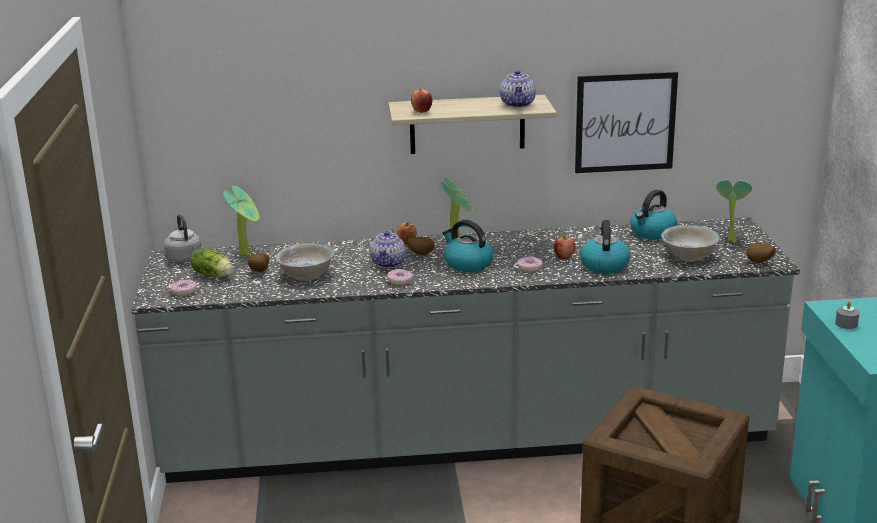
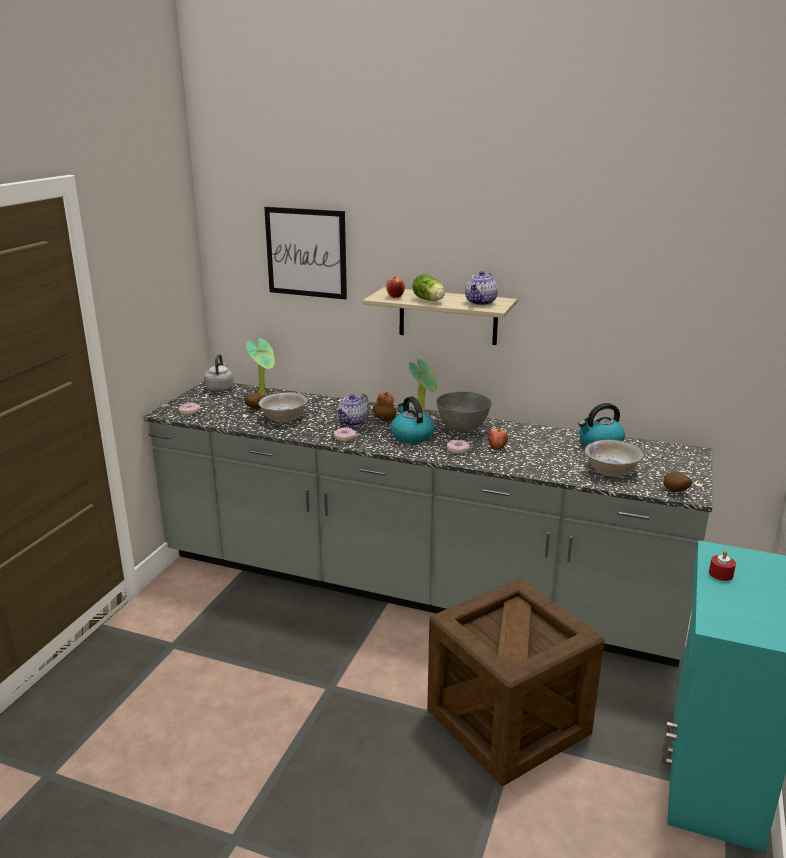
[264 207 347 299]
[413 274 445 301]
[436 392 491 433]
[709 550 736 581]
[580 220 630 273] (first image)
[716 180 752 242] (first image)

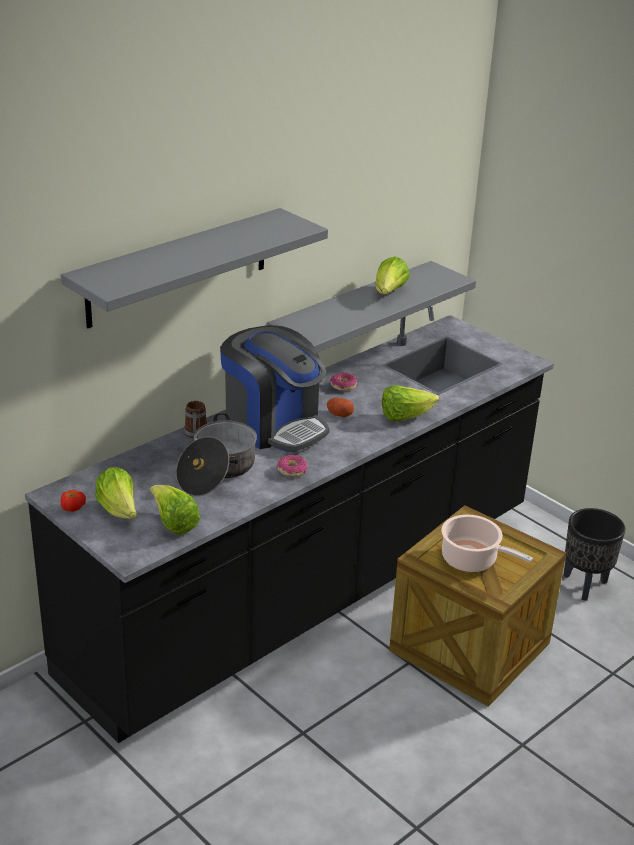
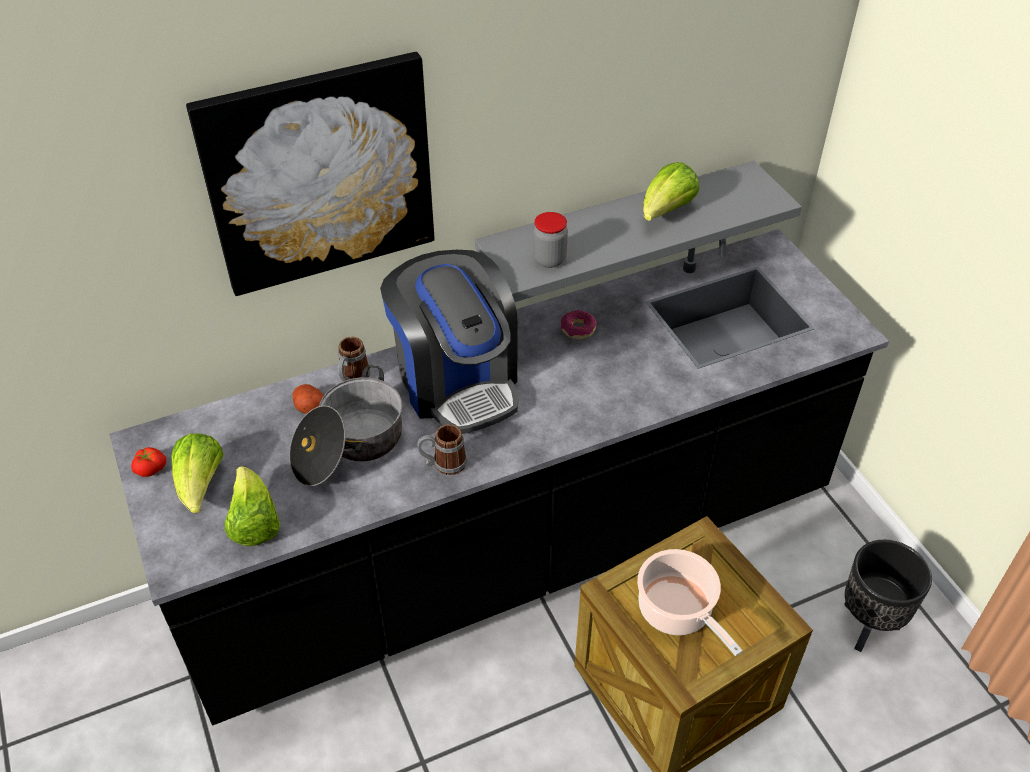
[186 52 435 296]
[292 384 324 414]
[417 424 467 475]
[533 212 568 268]
[382 385 439 422] (first image)

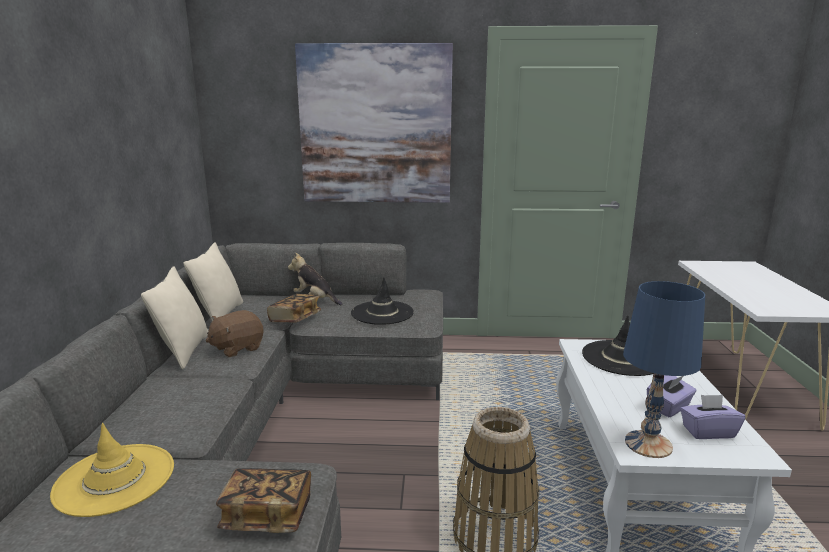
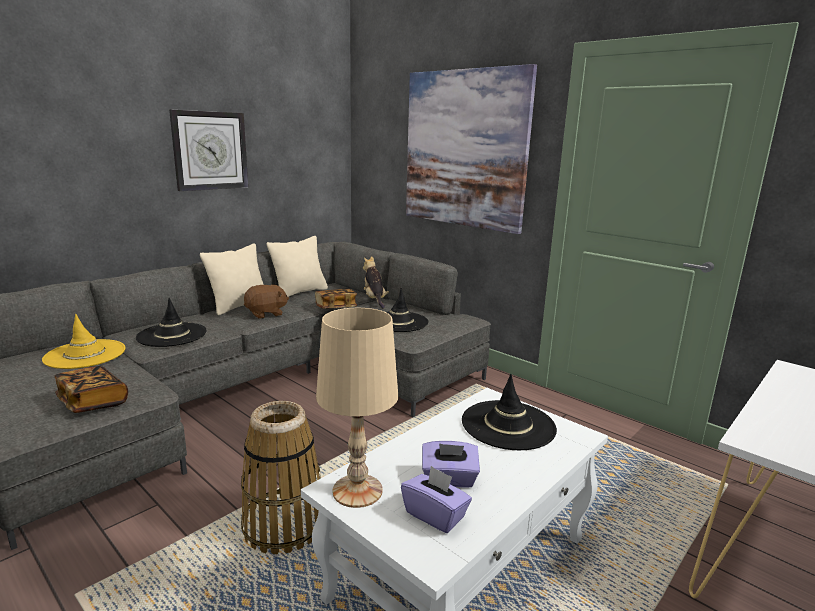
[136 298 207 347]
[169 110 248 191]
[244 284 289 319]
[316 308 398 508]

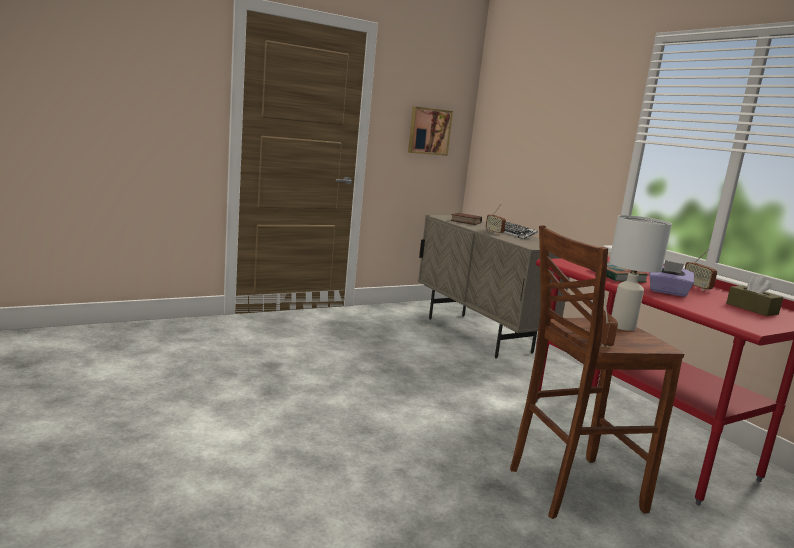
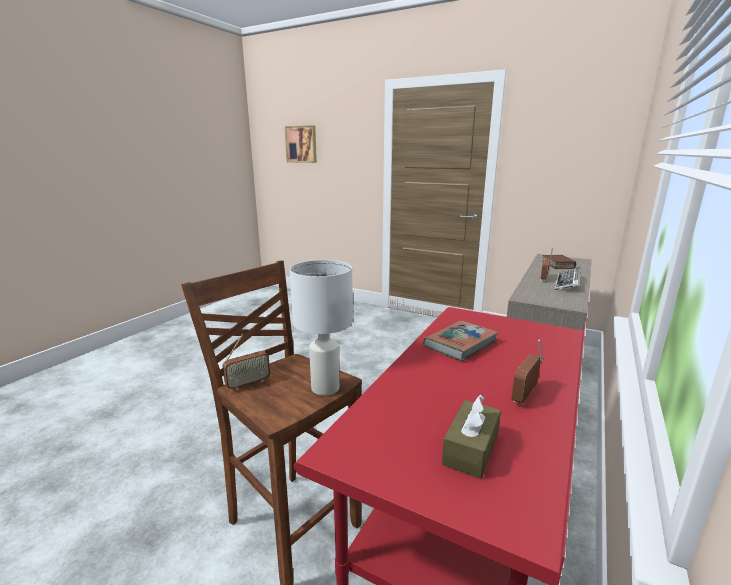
[285 125 317 163]
[649 260 694 297] (first image)

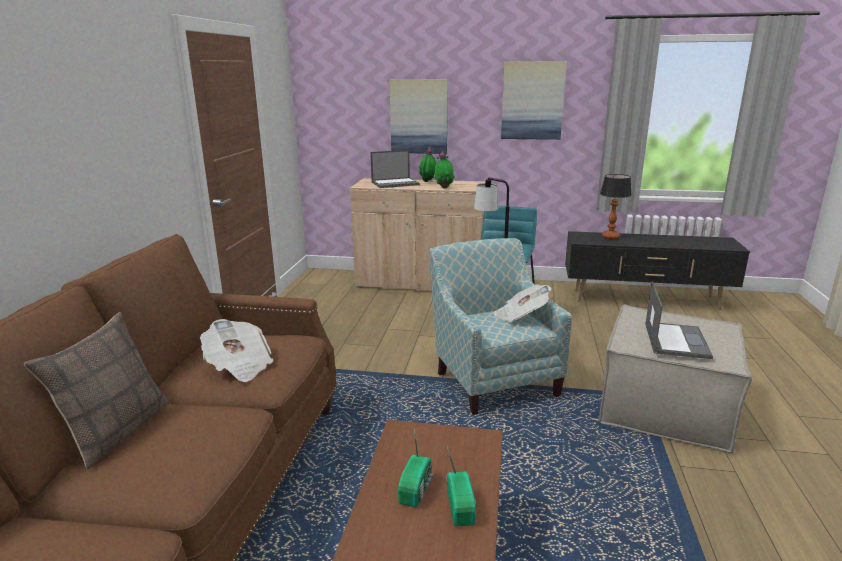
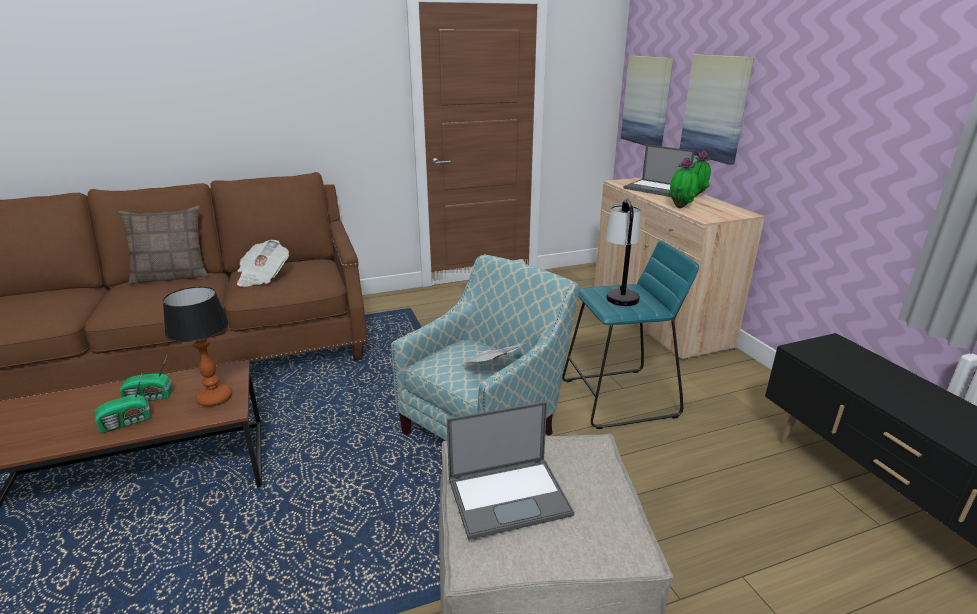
[163 287 232 407]
[621 56 673 146]

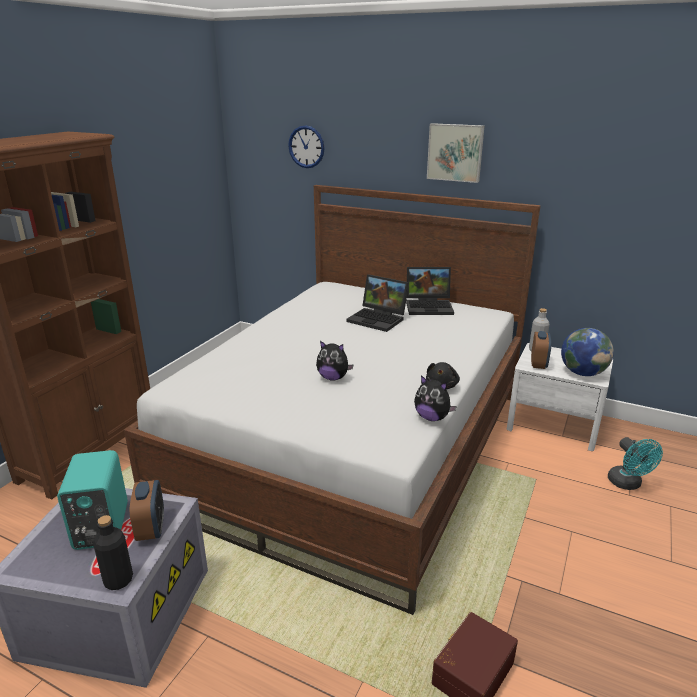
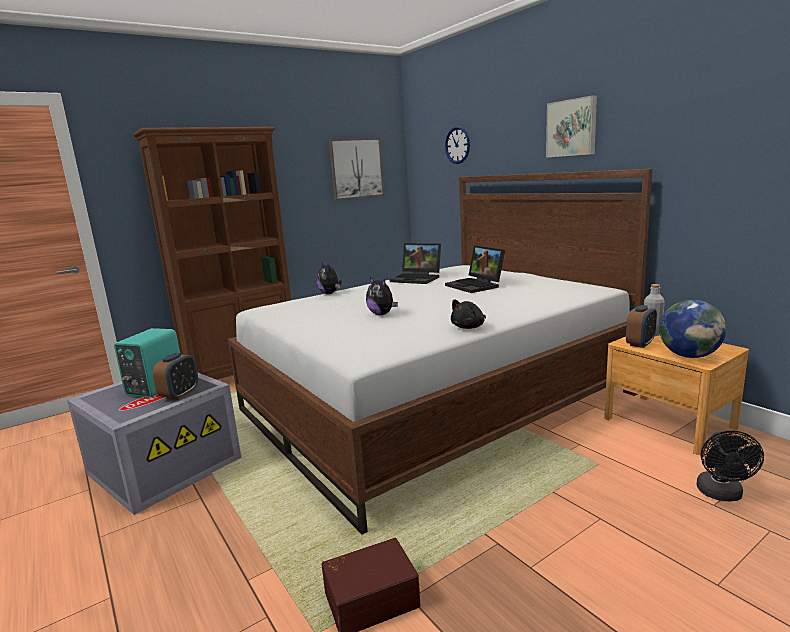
[317 263 342 294]
[329 138 384 200]
[389 243 441 284]
[604 335 749 455]
[697 431 764 501]
[93 515 133 590] (first image)

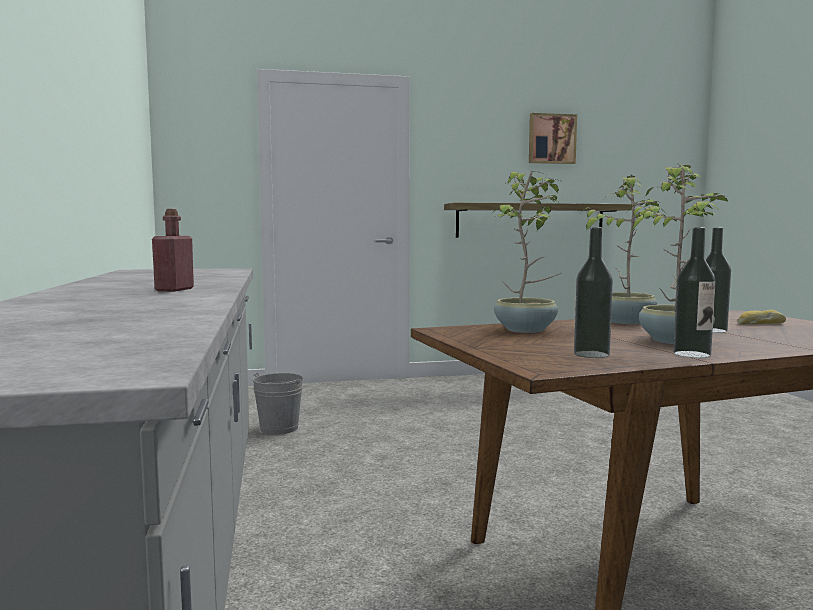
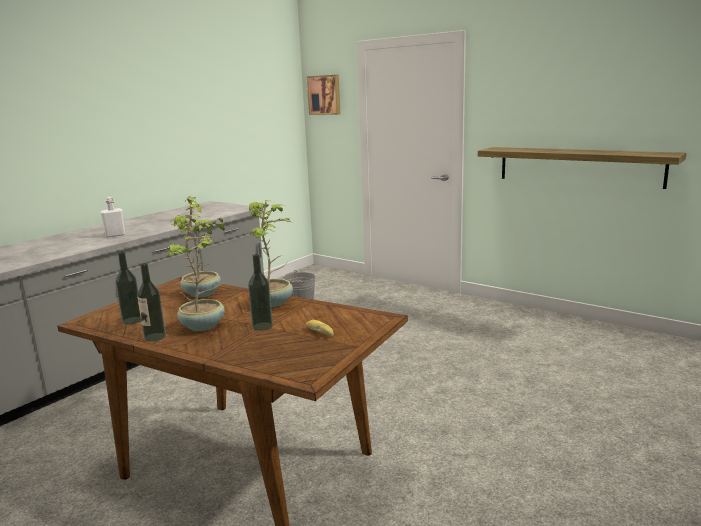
[100 197 125 238]
[307 75 340 115]

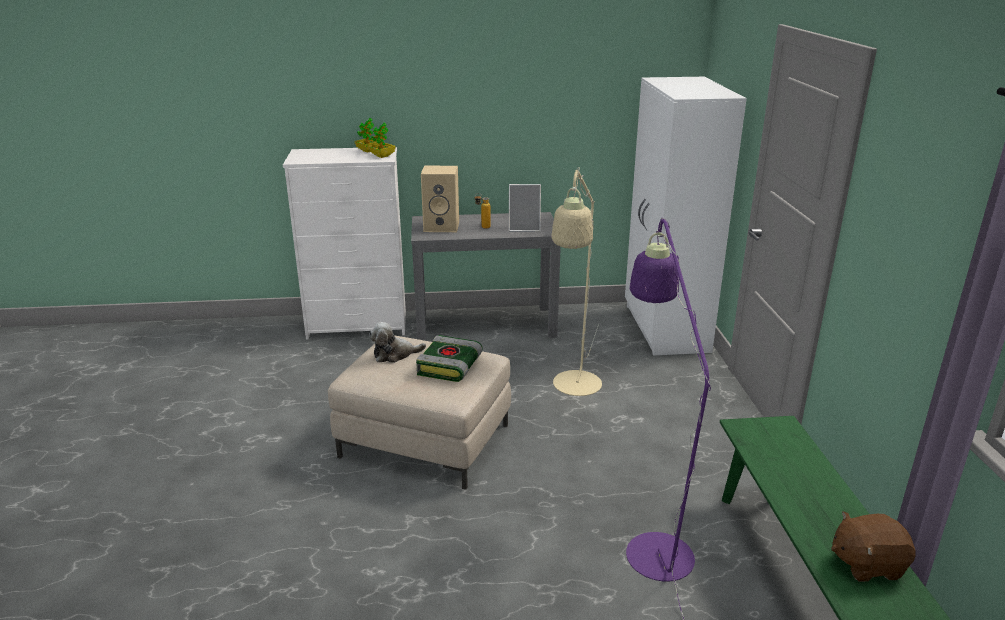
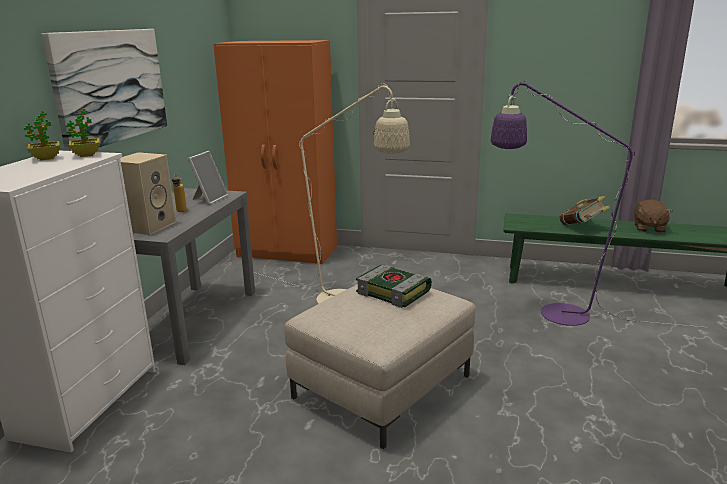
[42 29 167 151]
[213 40 337 264]
[559 196 610 225]
[369 322 426 363] (first image)

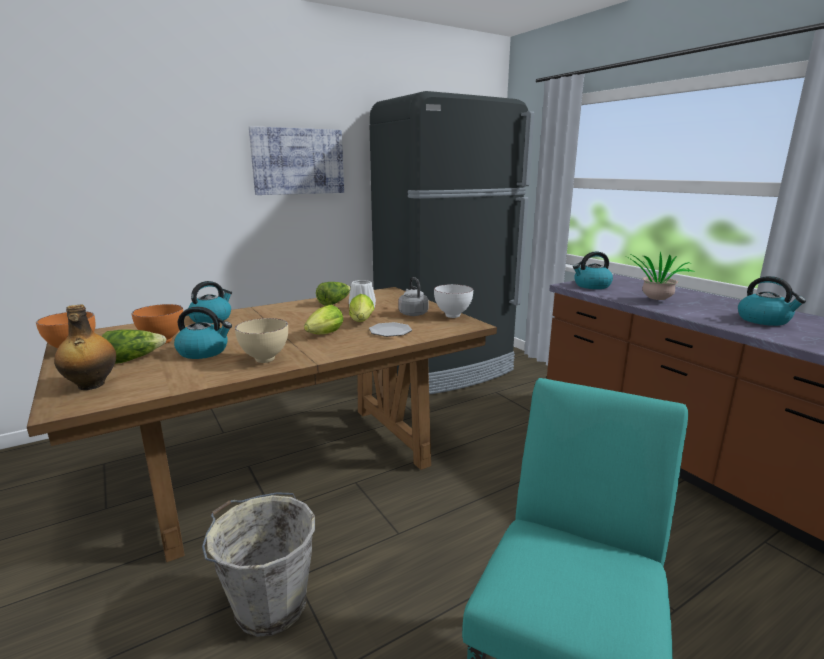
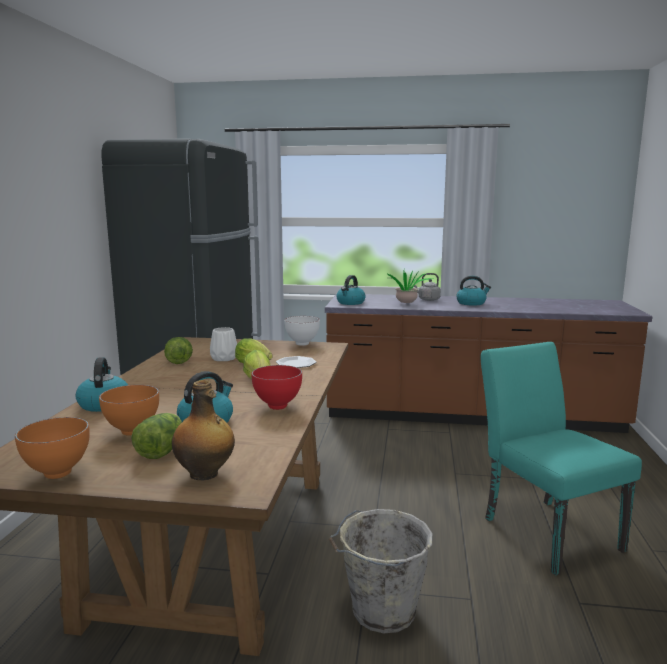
[251 365 302 410]
[414 273 441 301]
[249 126 344 195] (first image)

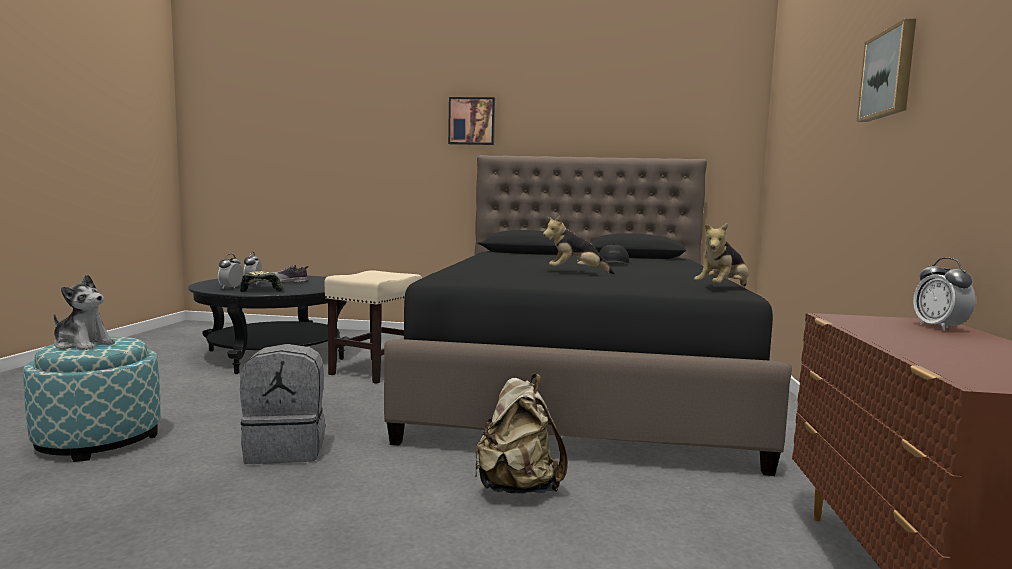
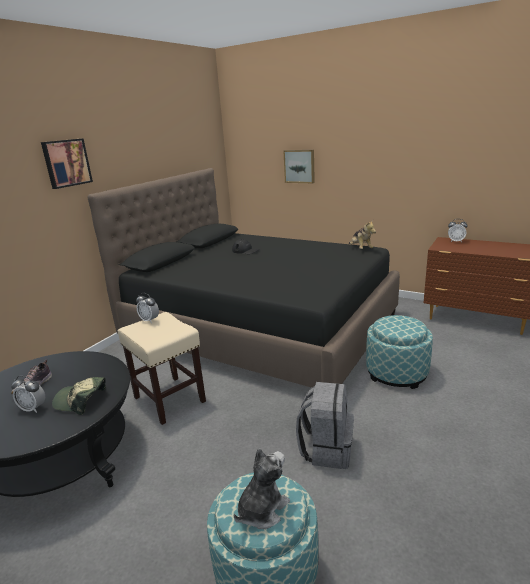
[136 293 159 323]
[283 150 315 183]
[366 315 433 389]
[543 216 615 274] (first image)

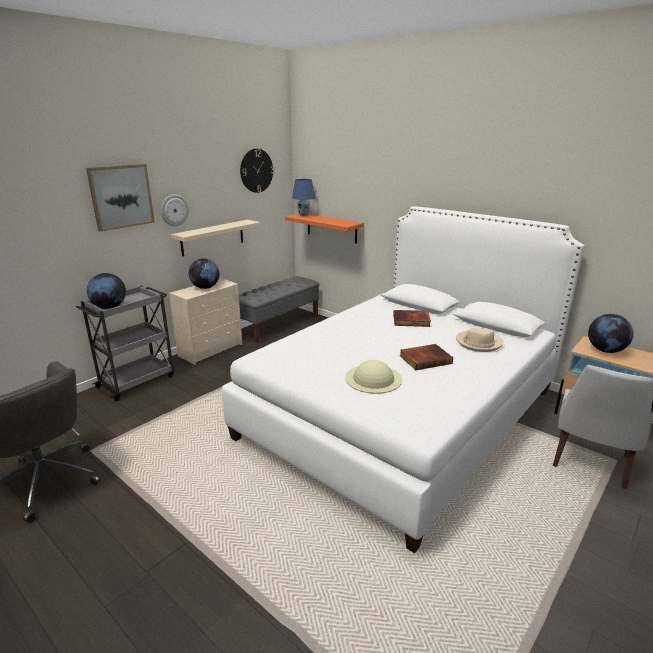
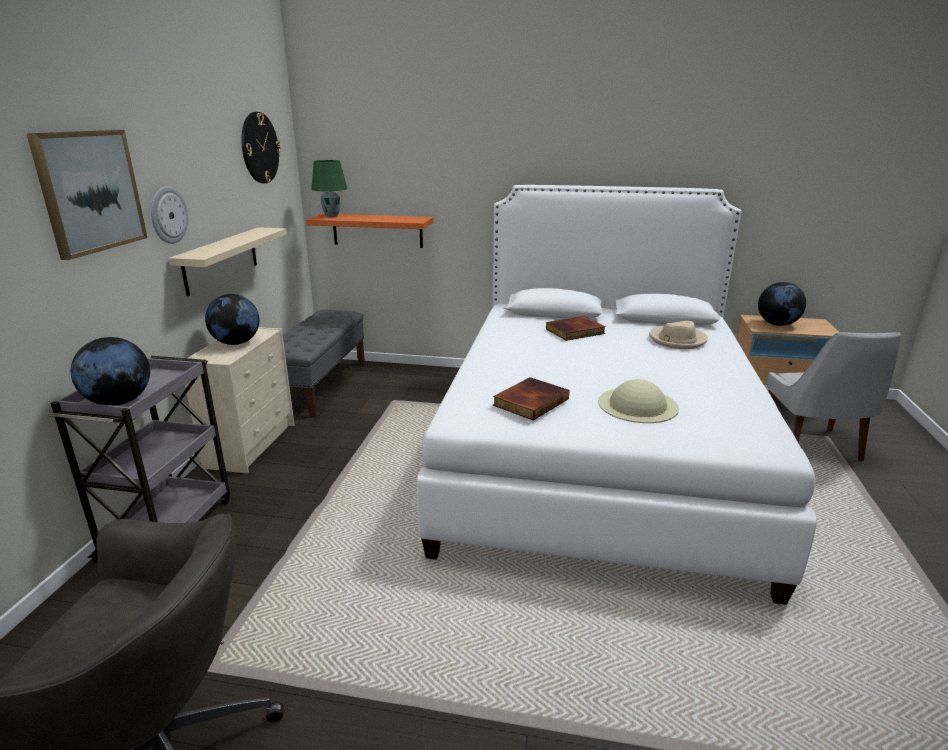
[311 160 347 217]
[493 377 569 421]

